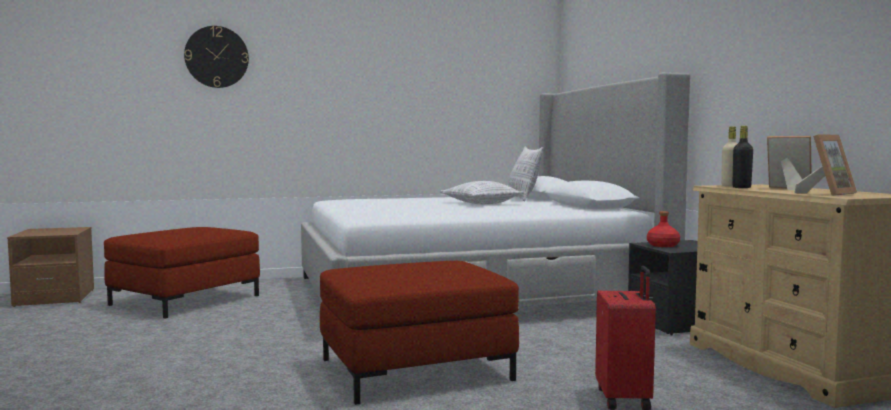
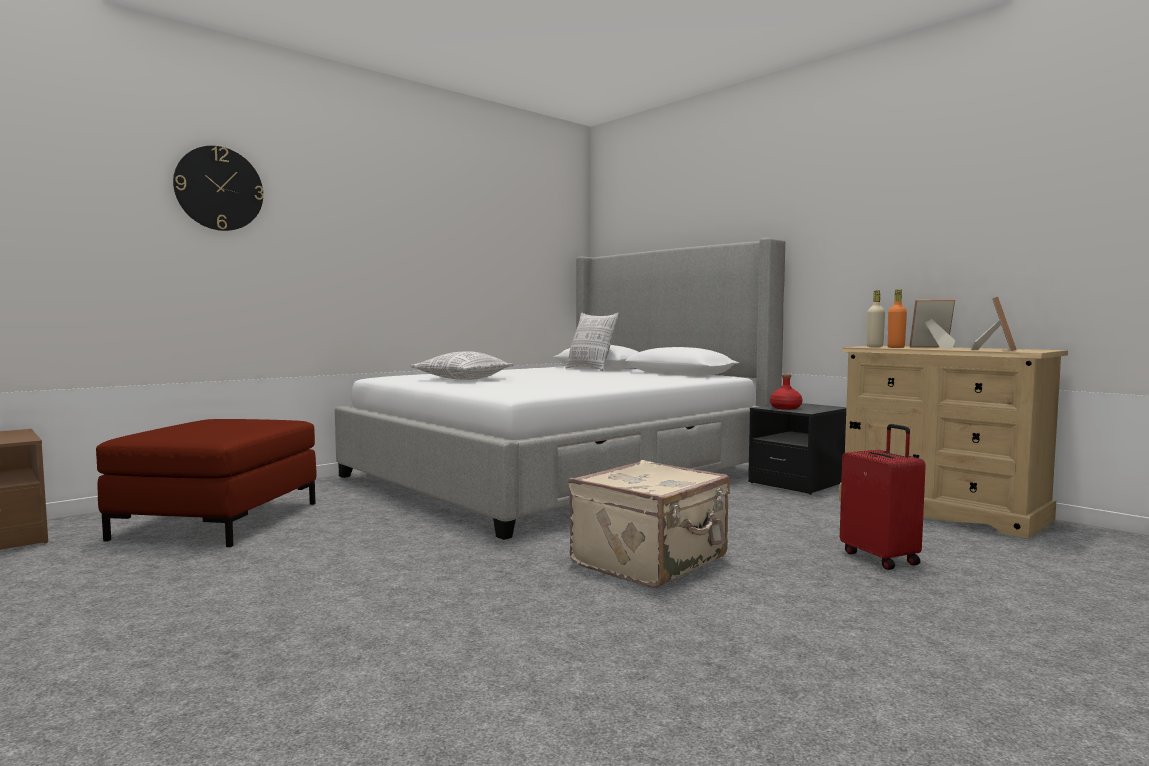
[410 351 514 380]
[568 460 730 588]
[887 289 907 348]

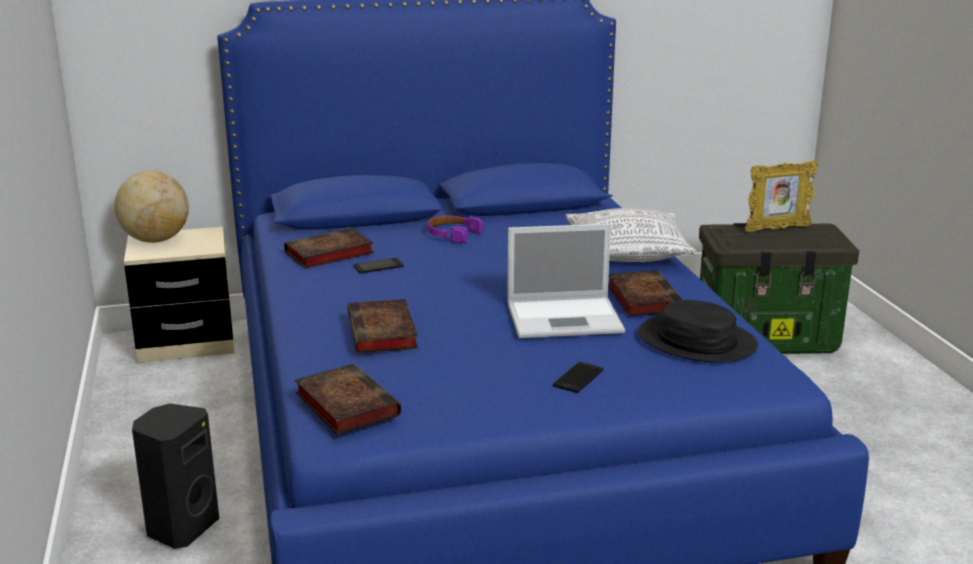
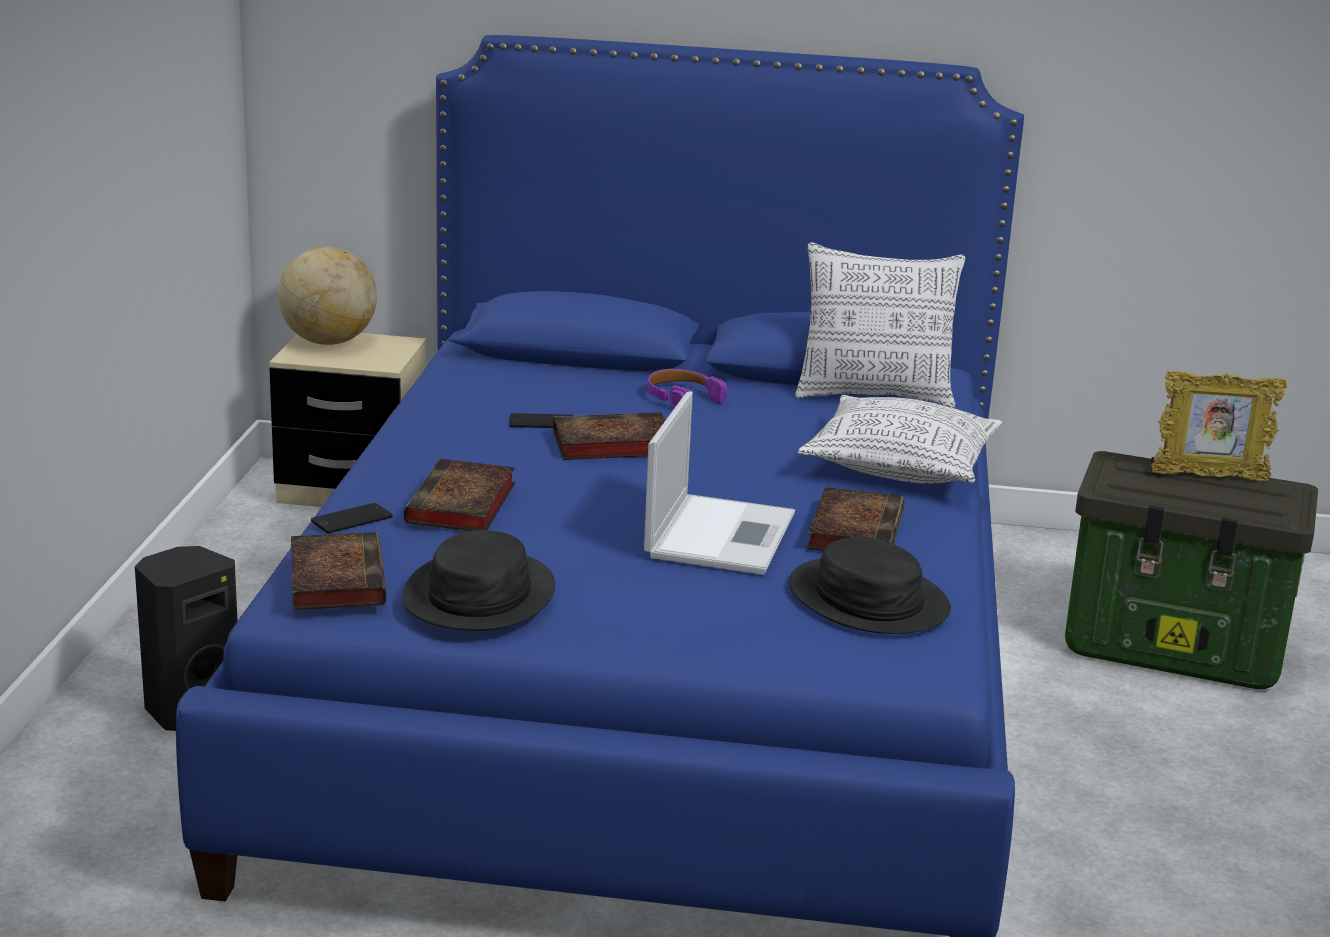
[311 503 393 534]
[403 530 555 631]
[553 412 665 460]
[644 391 795 575]
[795 242 965 408]

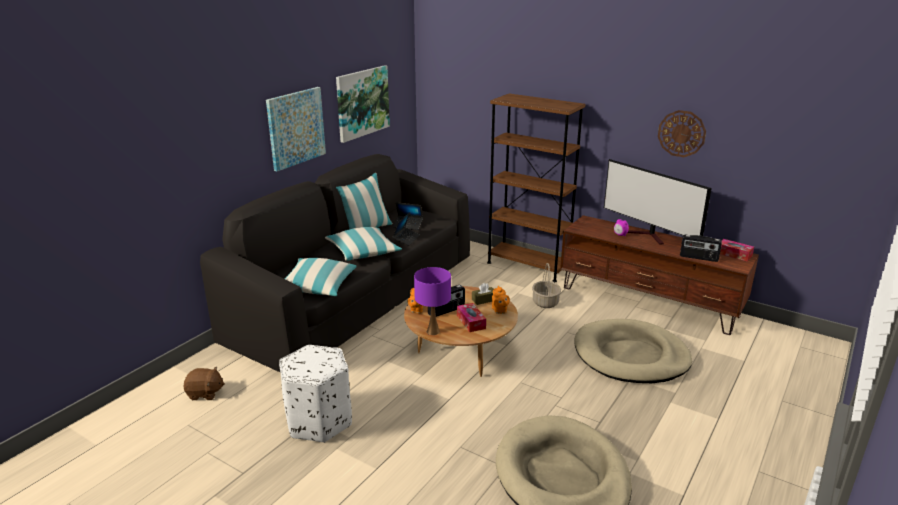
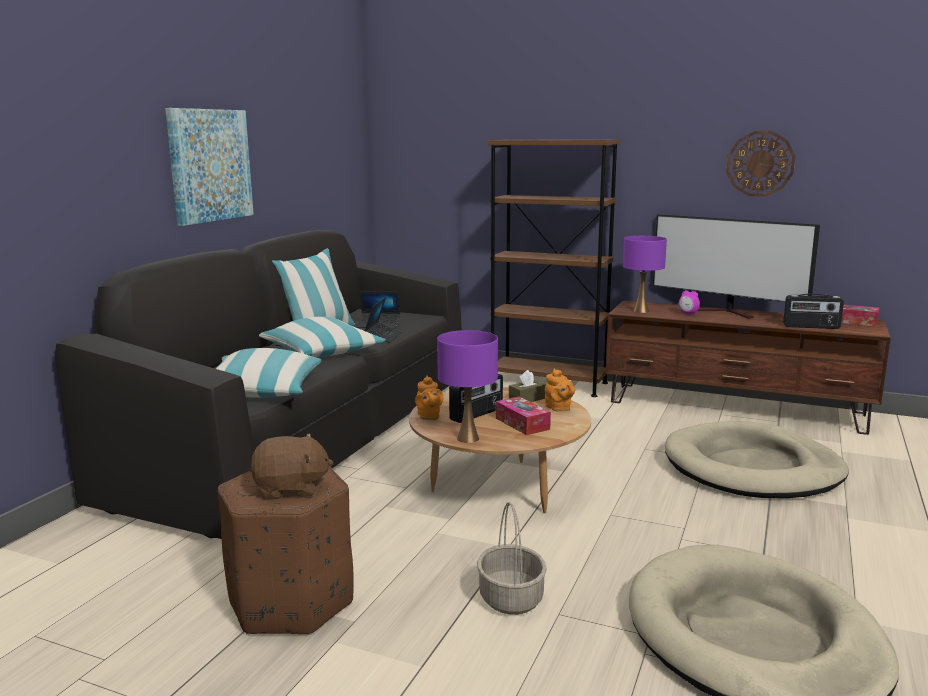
[217 466 354 635]
[250 433 333 500]
[477 502 547 615]
[623 236 667 313]
[336 65 390 143] (first image)

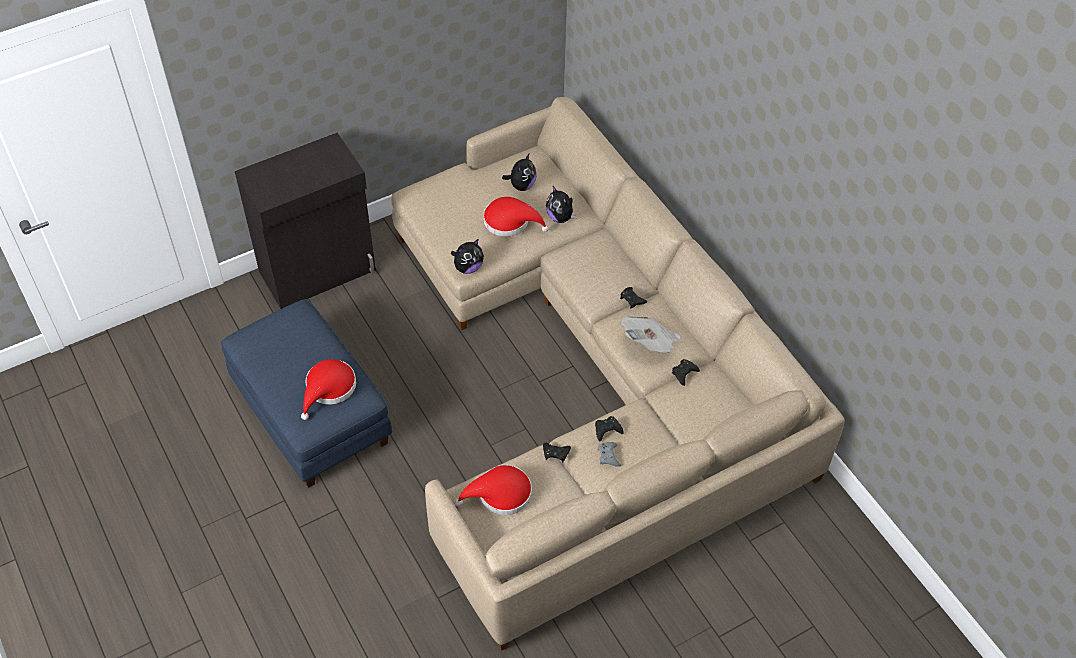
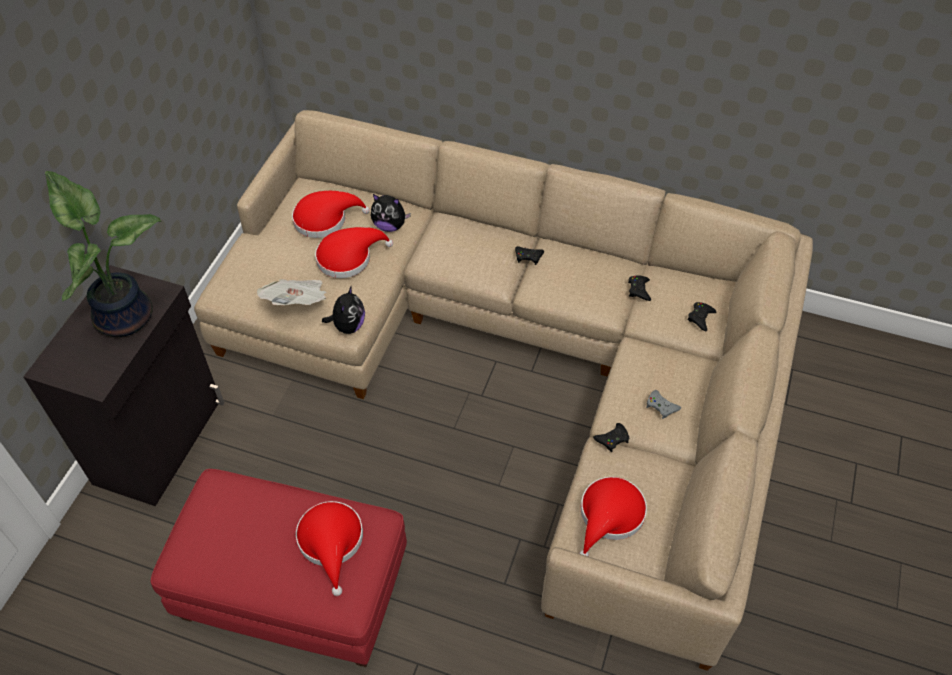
[45 171 162 337]
[151 469 407 667]
[257 279 326 305]
[292 191 370 238]
[687 302 716 331]

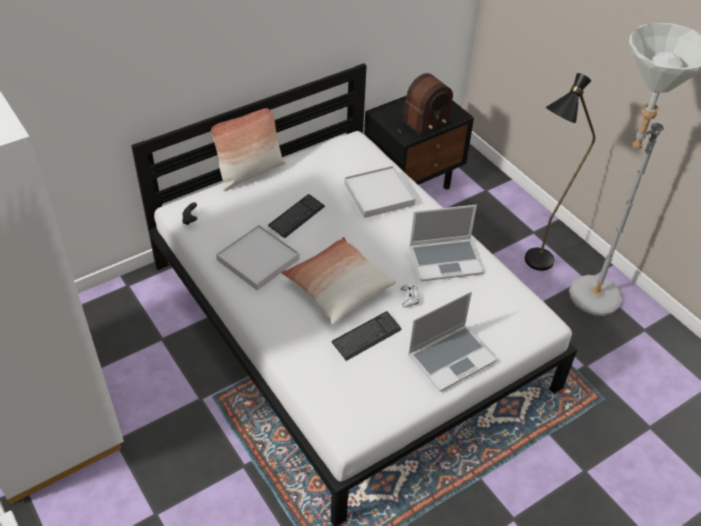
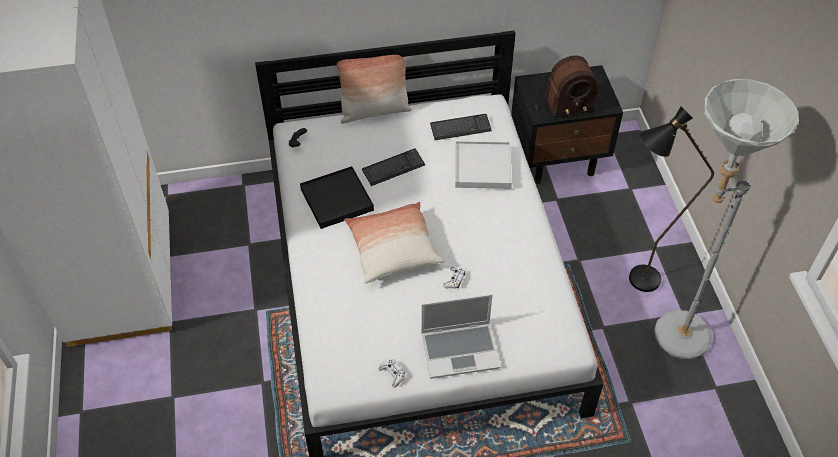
[300 166 374 229]
[379 359 405 387]
[430 114 492 140]
[409 205 484 281] (first image)

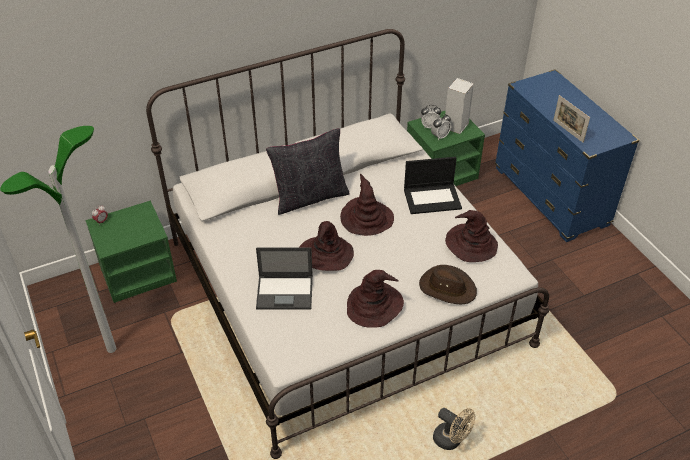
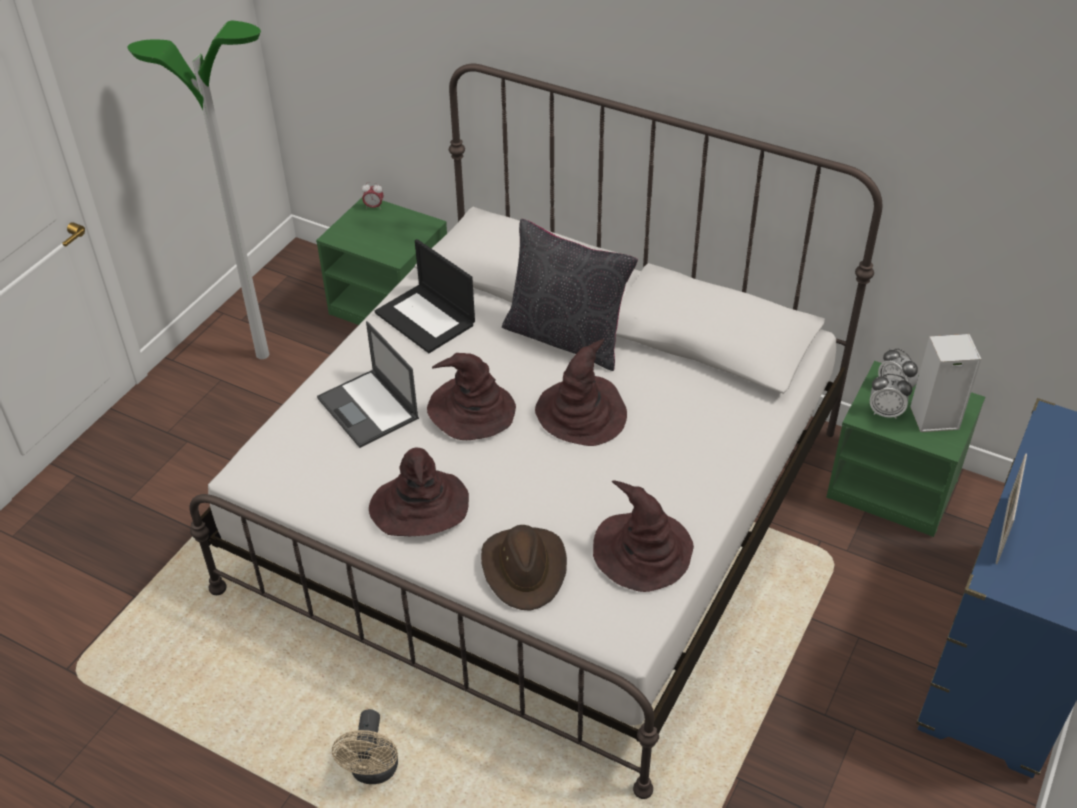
[375 239 475 353]

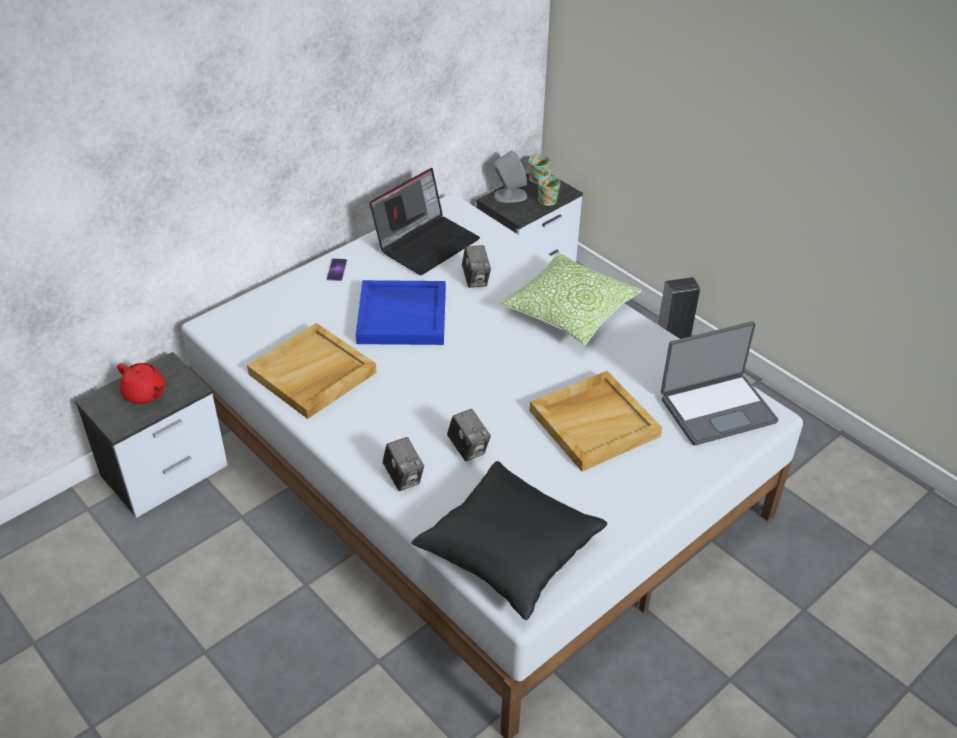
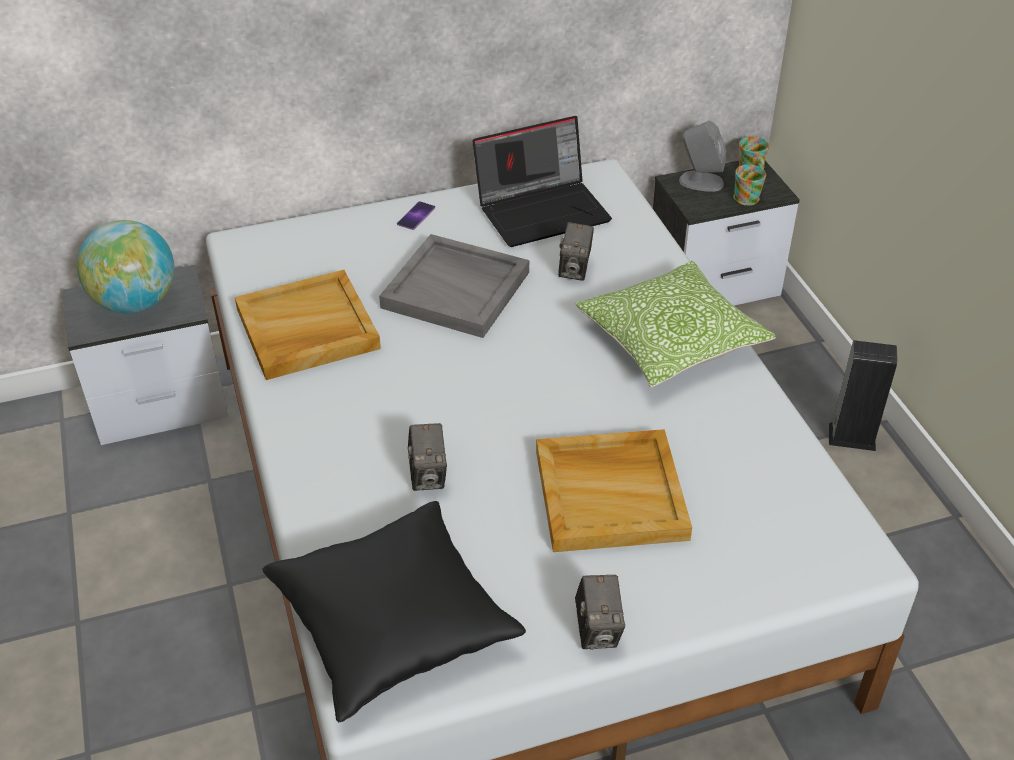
[77 220 174 313]
[379 234 529 338]
[575 575 625 650]
[661 321 778 446] (first image)

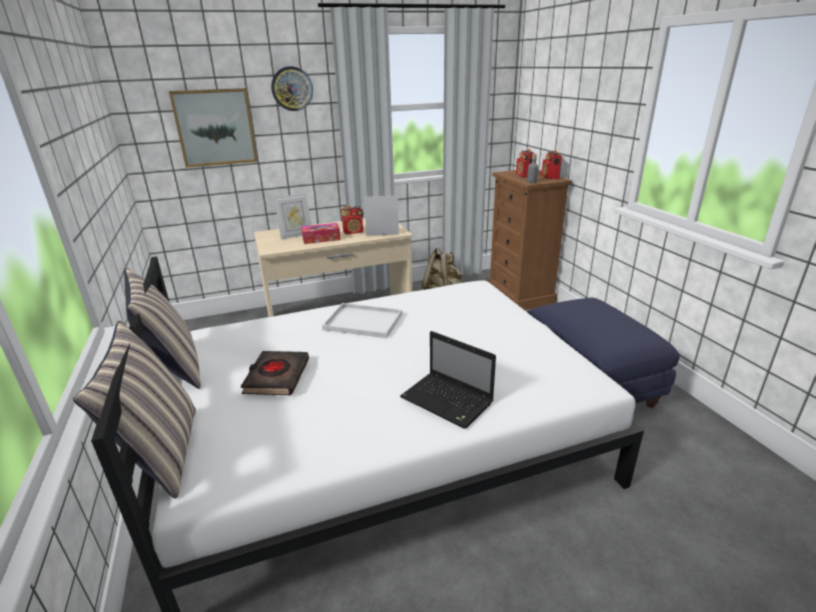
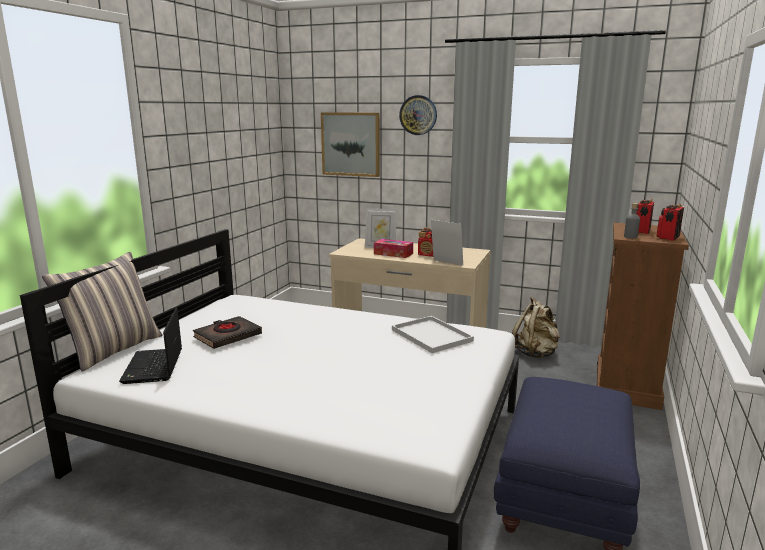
[119 308 182 384]
[392 316 474 353]
[124 268 201 389] (first image)

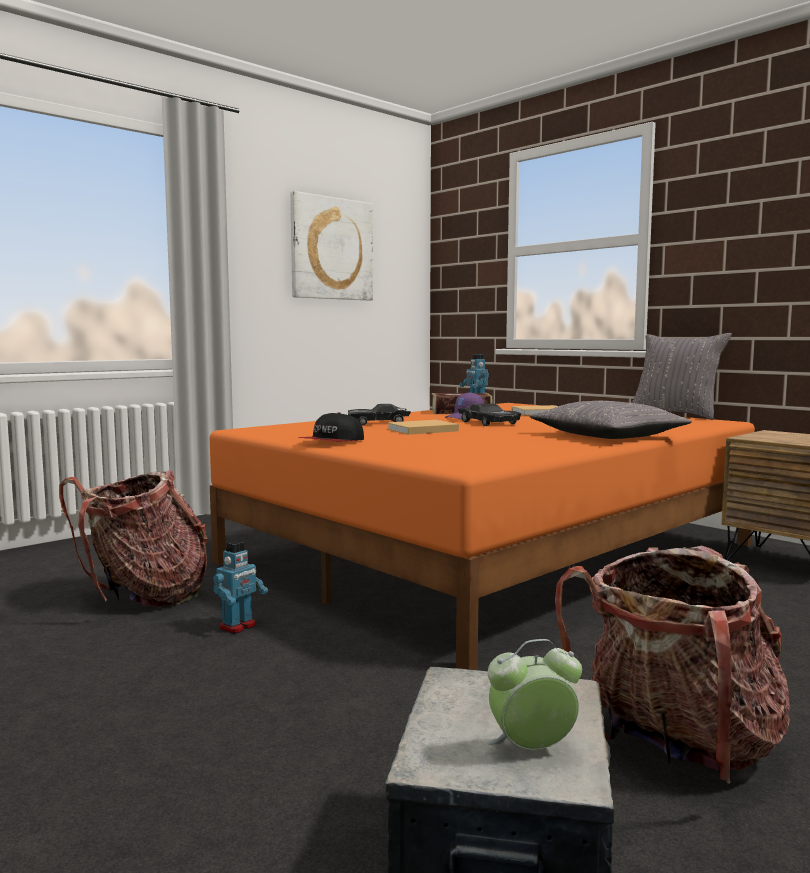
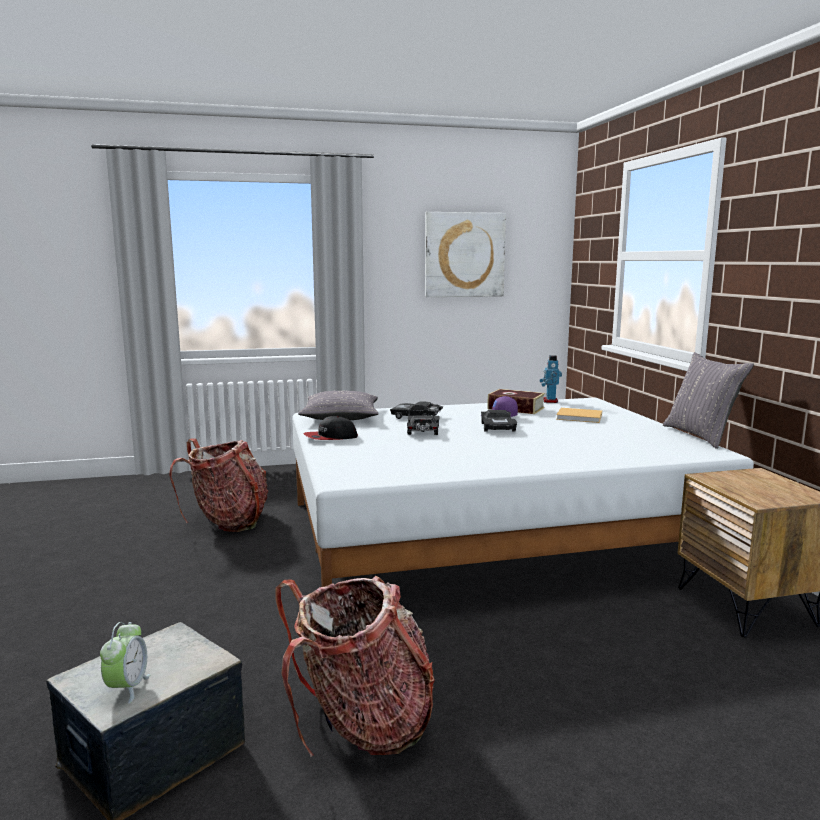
[100 622 151 704]
[292 398 754 587]
[298 391 378 420]
[407 416 439 435]
[213 540 268 634] (first image)

